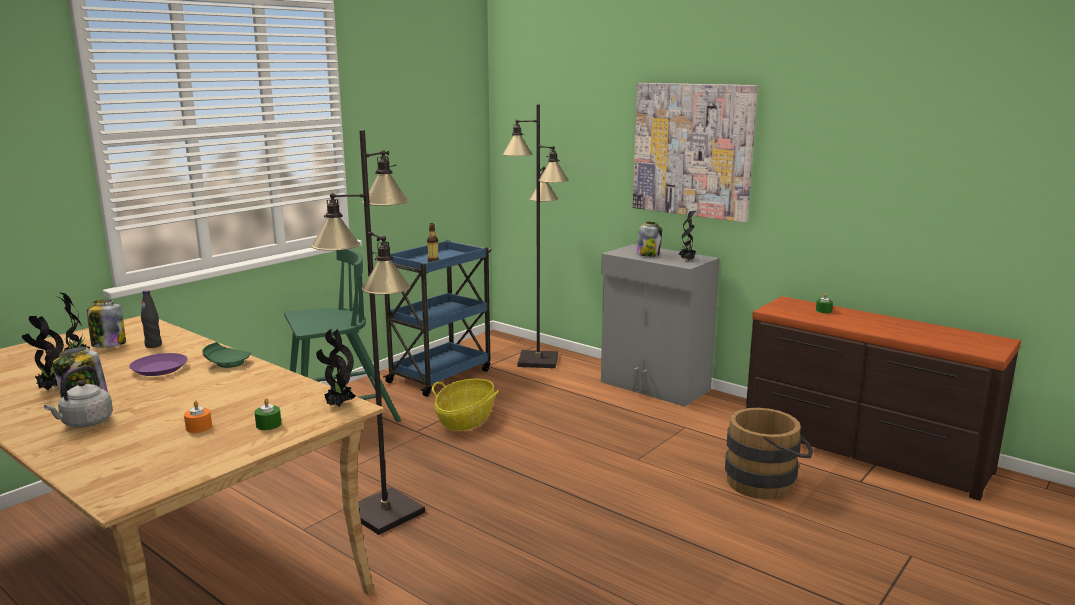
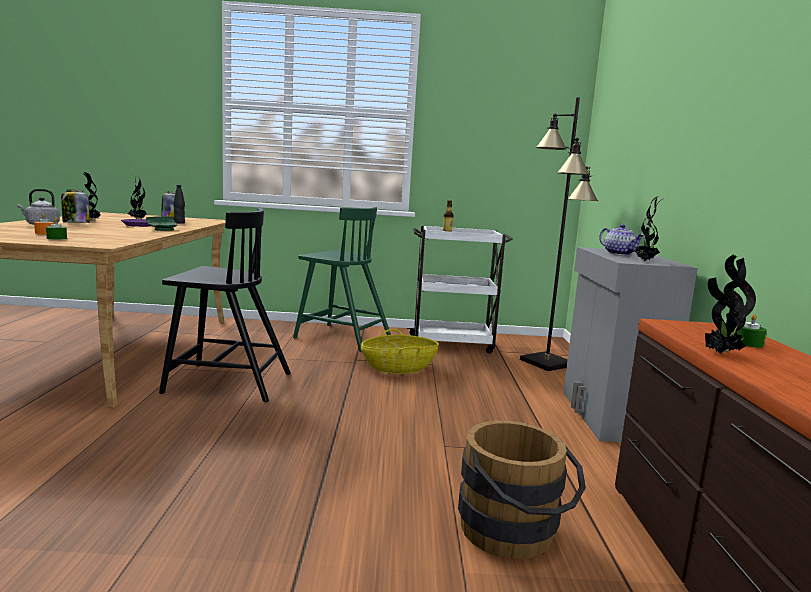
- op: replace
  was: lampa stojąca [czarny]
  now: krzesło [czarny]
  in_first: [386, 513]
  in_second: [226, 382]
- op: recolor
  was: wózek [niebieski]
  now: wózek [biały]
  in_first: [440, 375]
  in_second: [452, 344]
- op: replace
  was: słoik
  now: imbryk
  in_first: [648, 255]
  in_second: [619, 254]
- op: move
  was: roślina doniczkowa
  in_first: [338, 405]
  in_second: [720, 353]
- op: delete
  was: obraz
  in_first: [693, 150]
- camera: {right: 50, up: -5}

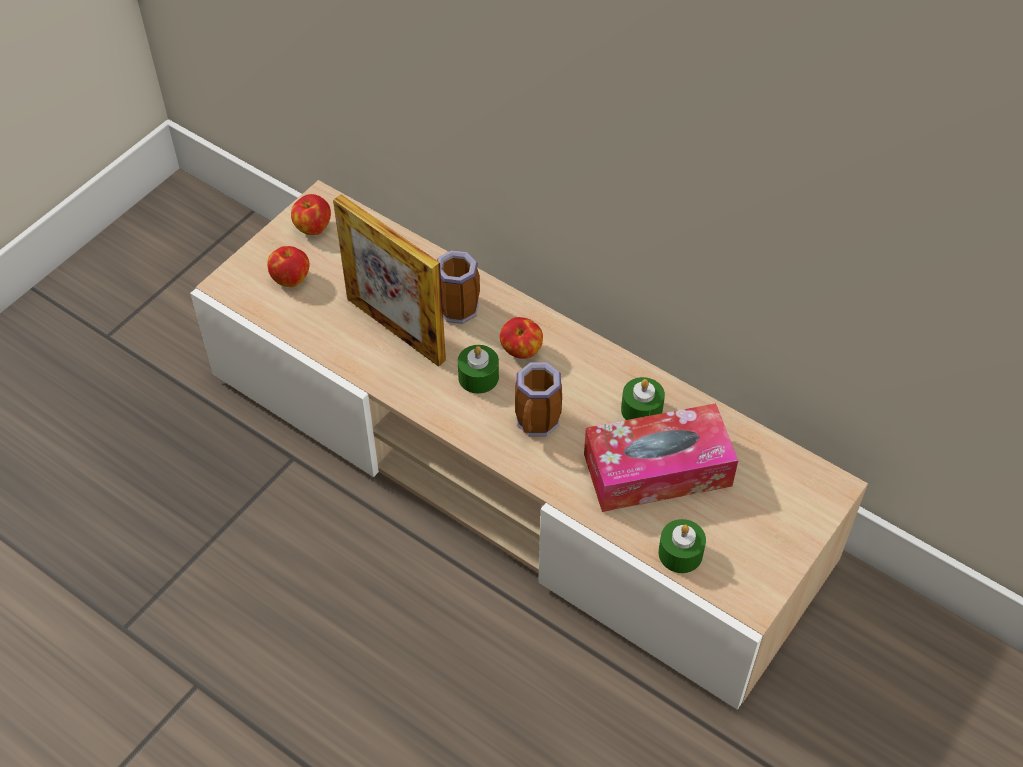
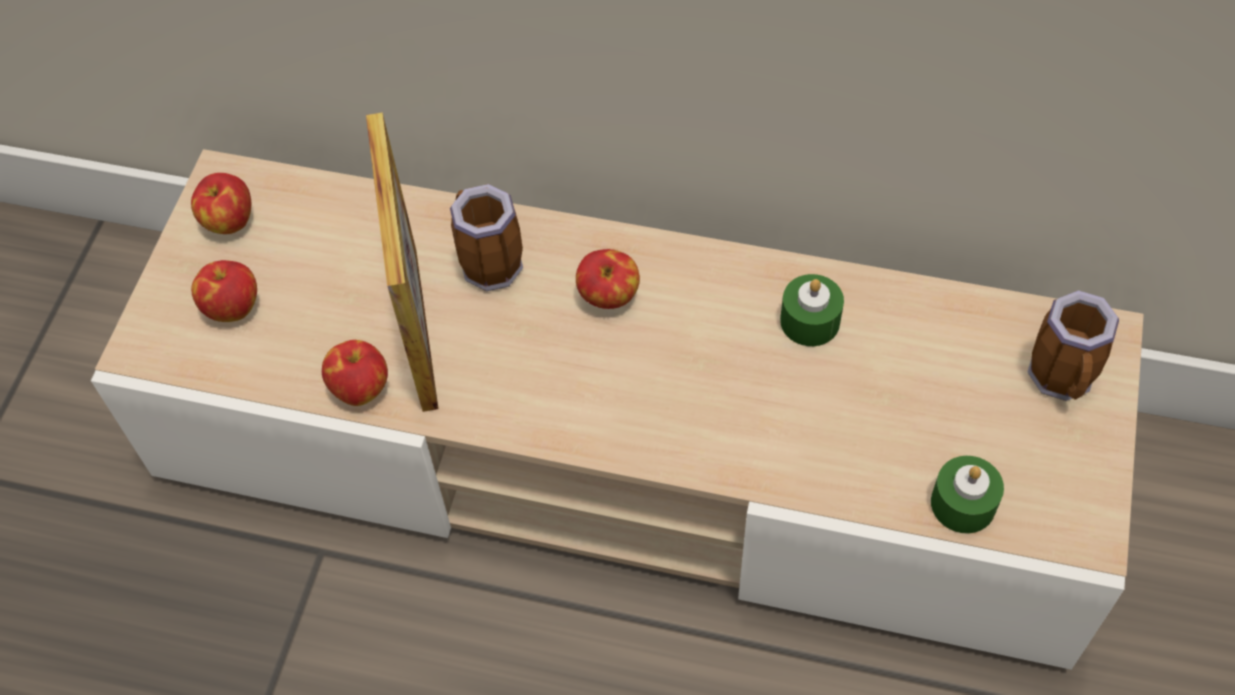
- op: insert
  now: jabłko
  in_second: [360, 388]
- op: rotate
  was: ramka na zdjęcie
  in_first: [395, 329]
  in_second: [419, 328]
  clockwise: -120
- op: move
  was: kubek
  in_first: [537, 424]
  in_second: [1064, 380]
- op: delete
  was: świeca [zielony]
  in_first: [478, 377]
- op: delete
  was: pudełko chusteczek
  in_first: [657, 470]
- camera: {right: -20, up: 5}

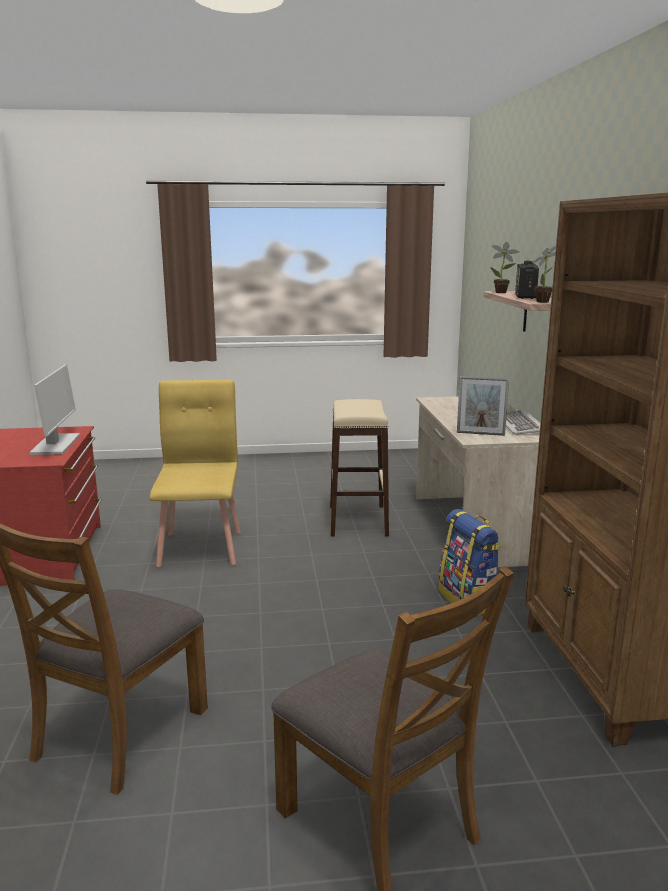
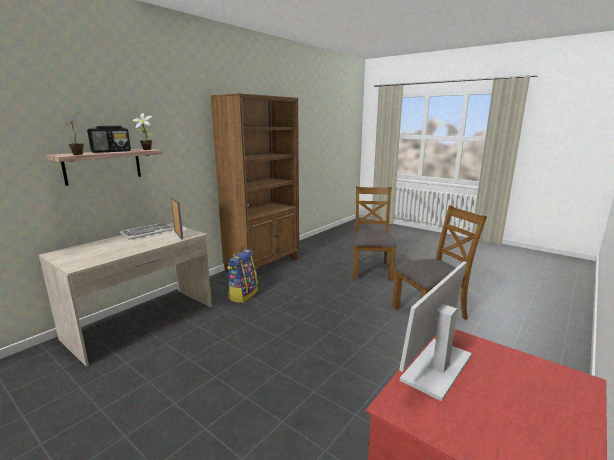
- op: delete
  was: krzesło [żółty]
  in_first: [201, 547]
- op: delete
  was: stołek [beżowy]
  in_first: [357, 520]
- camera: {right: -135, up: 0}

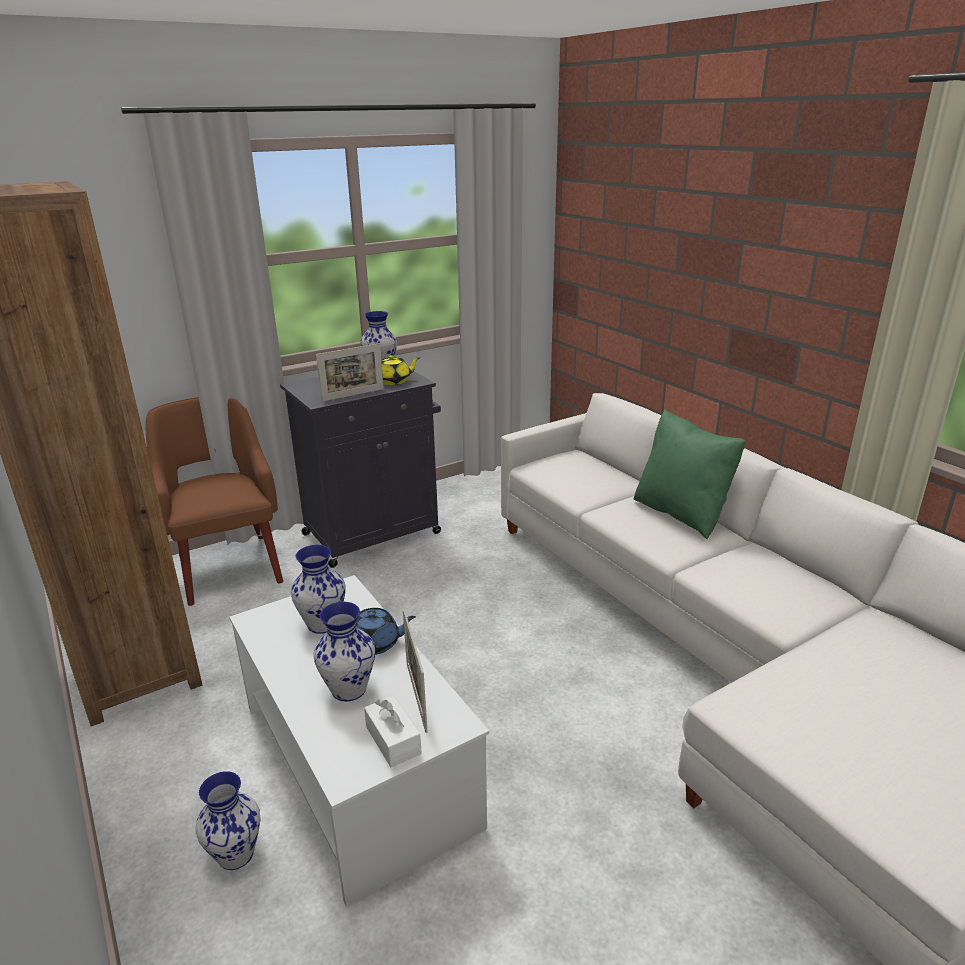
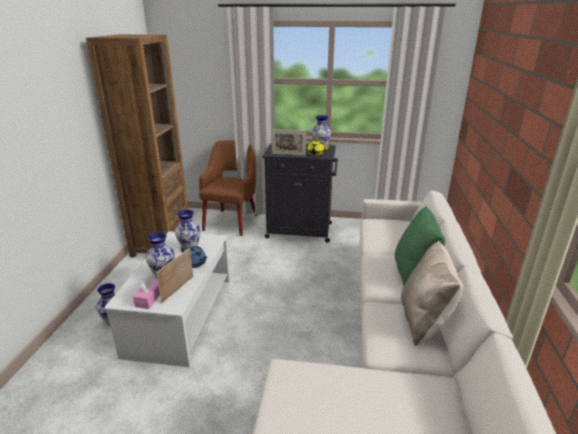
- op: recolor
  was: pudełko chusteczek [biały]
  now: pudełko chusteczek [różowy]
  in_first: [393, 740]
  in_second: [149, 299]
- op: insert
  now: poduszka [beżowy]
  in_second: [424, 320]
- camera: {right: 40, up: 0}

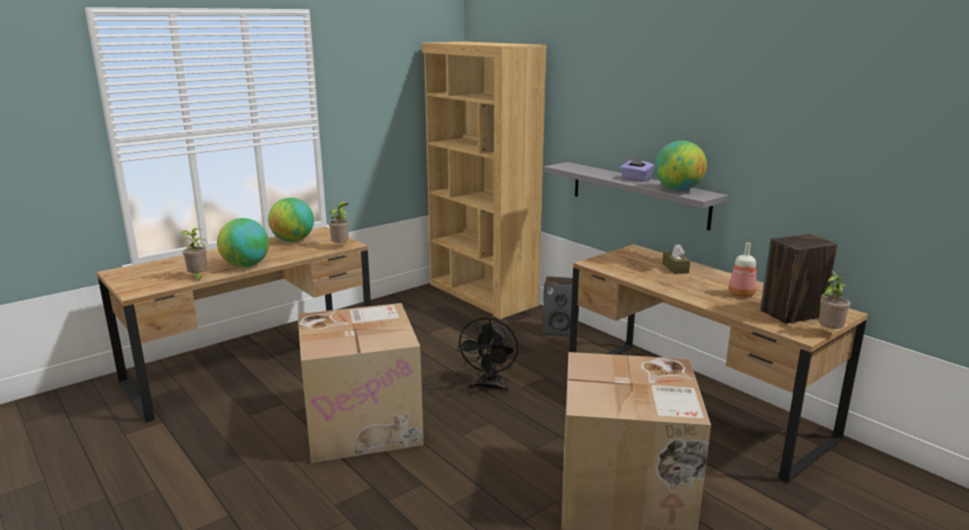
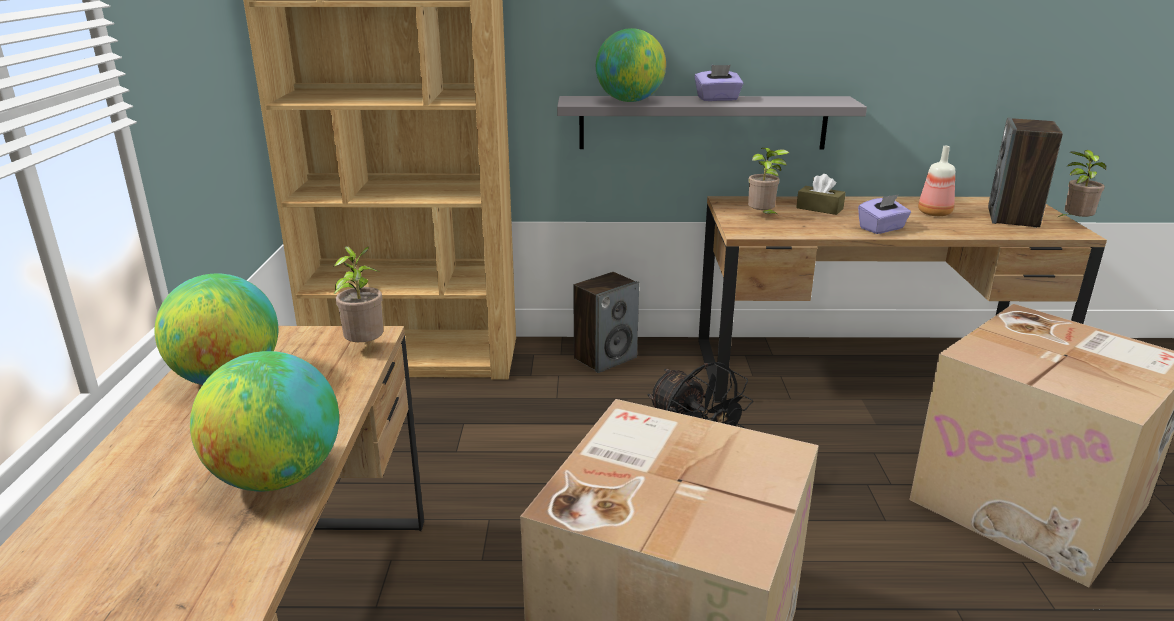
- op: move
  was: globus
  in_first: [678, 190]
  in_second: [630, 101]
- op: move
  was: roślina doniczkowa
  in_first: [198, 278]
  in_second: [762, 217]
- op: insert
  now: pudełko chusteczek [fioletowy]
  in_second: [882, 229]
- camera: {right: -50, up: 5}

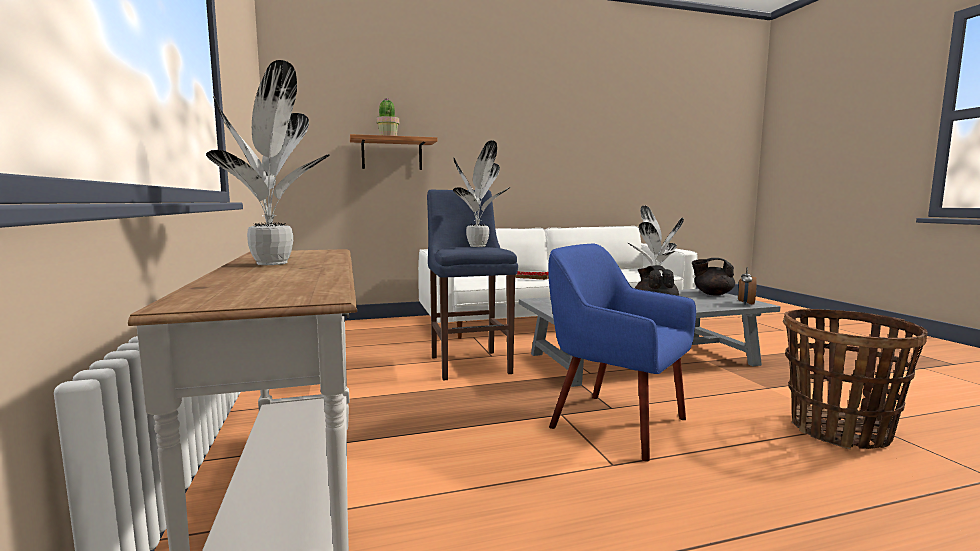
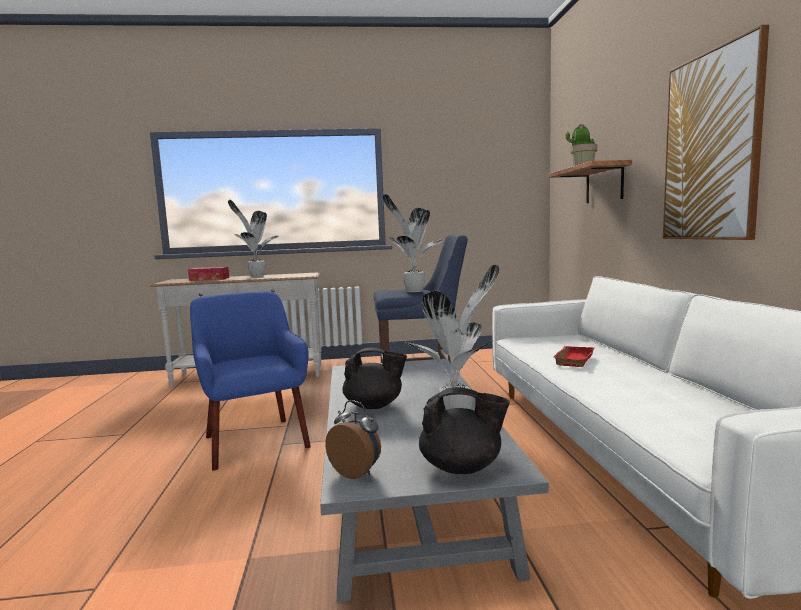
- op: insert
  now: pudełko chusteczek
  in_second: [209, 279]
- op: rotate
  was: fotel [niebieski]
  in_first: [616, 423]
  in_second: [254, 441]
  clockwise: -75
- op: rotate
  was: imbryk [czarny]
  in_first: [712, 294]
  in_second: [462, 467]
  clockwise: 75
- op: insert
  now: obraz
  in_second: [711, 147]
- op: delete
  was: koszyk
  in_first: [839, 430]
- camera: {right: 100, up: 0}

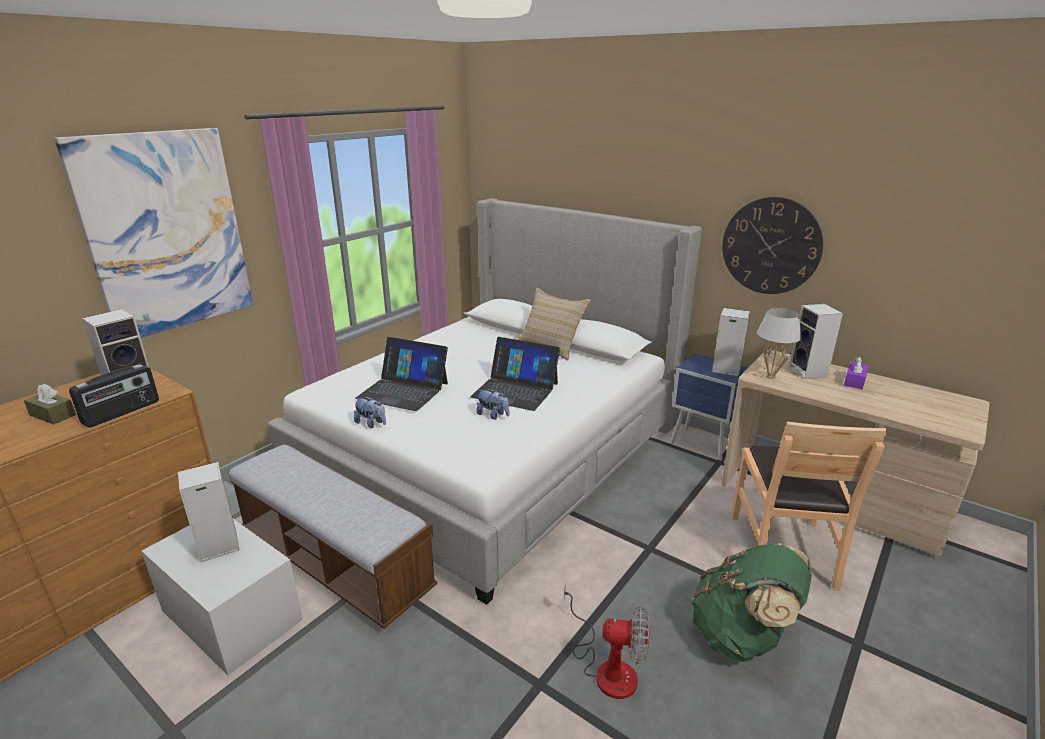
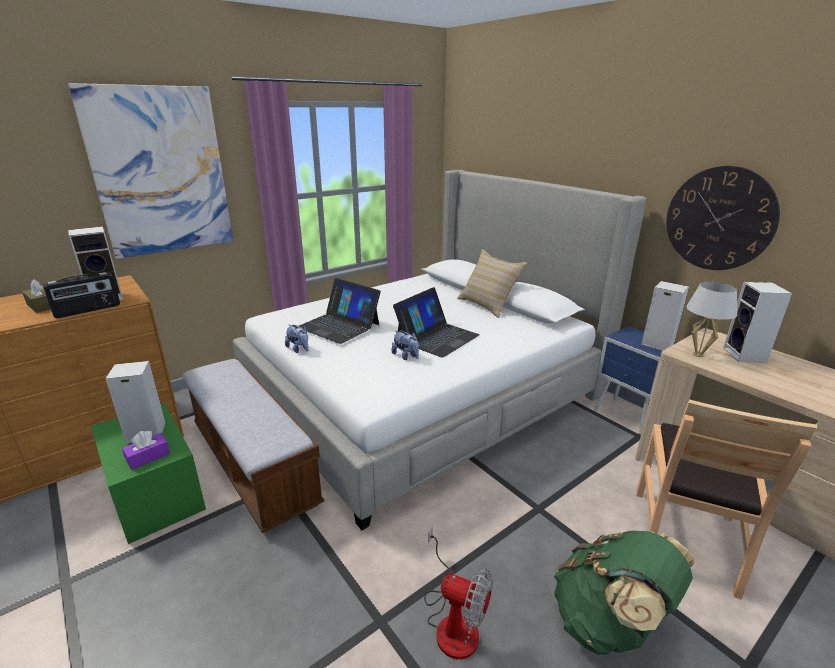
- op: recolor
  was: pojemnik do przechowywania [biały]
  now: pojemnik do przechowywania [zielony]
  in_first: [231, 615]
  in_second: [155, 493]
- op: move
  was: pudełko chusteczek [fioletowy]
  in_first: [854, 381]
  in_second: [148, 457]
- op: rotate
  was: laptop
  in_first: [515, 390]
  in_second: [437, 337]
  clockwise: -90
- camera: {right: 15, up: 0}

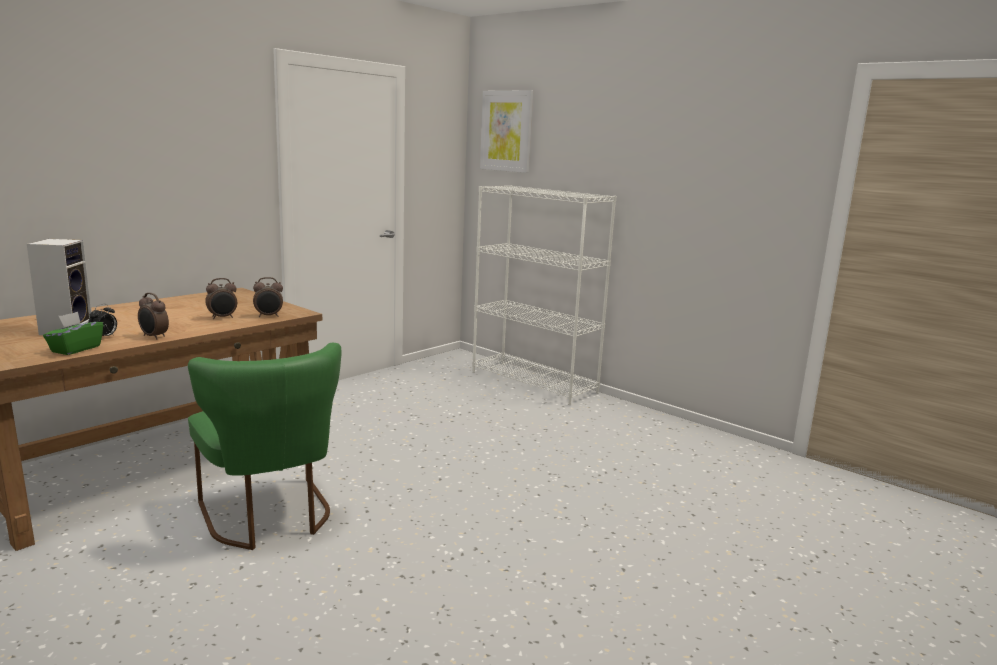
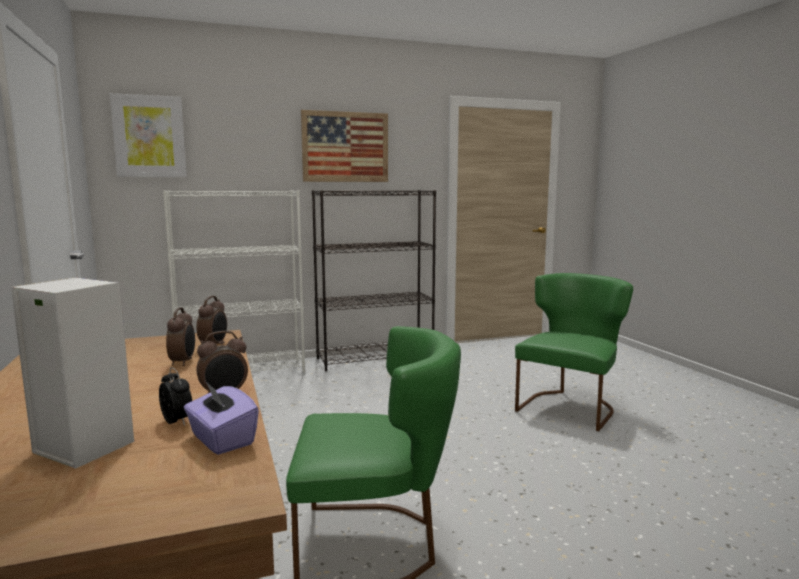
- op: recolor
  was: pudełko chusteczek [zielony]
  now: pudełko chusteczek [fioletowy]
  in_first: [75, 349]
  in_second: [221, 440]
- op: insert
  now: obraz
  in_second: [345, 147]
- op: insert
  now: regał [czarny]
  in_second: [375, 359]
- op: insert
  now: krzesło [zielony]
  in_second: [570, 406]
- camera: {right: -60, up: -5}

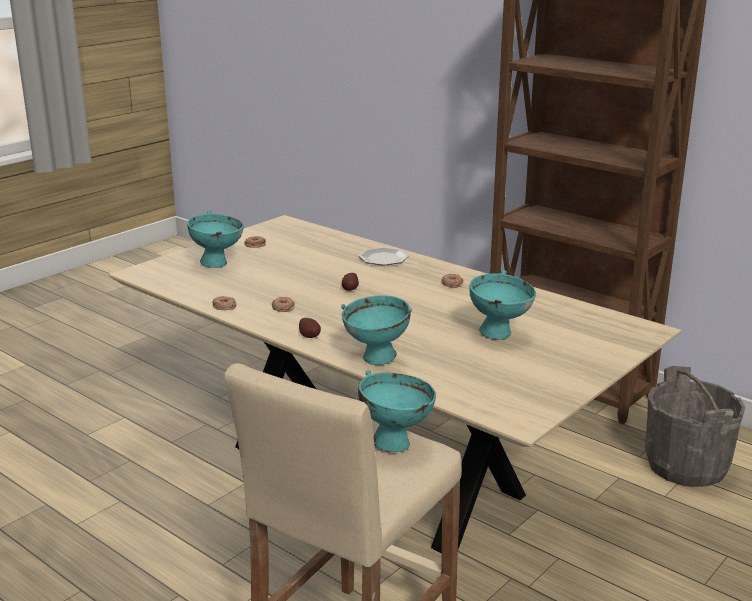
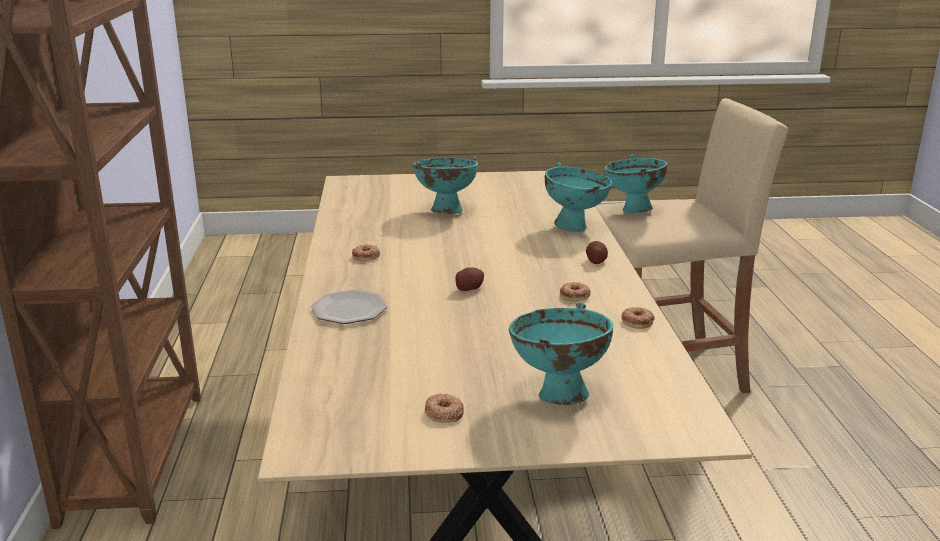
- op: delete
  was: wiadro [szary]
  in_first: [686, 465]
- camera: {right: -135, up: 0}

